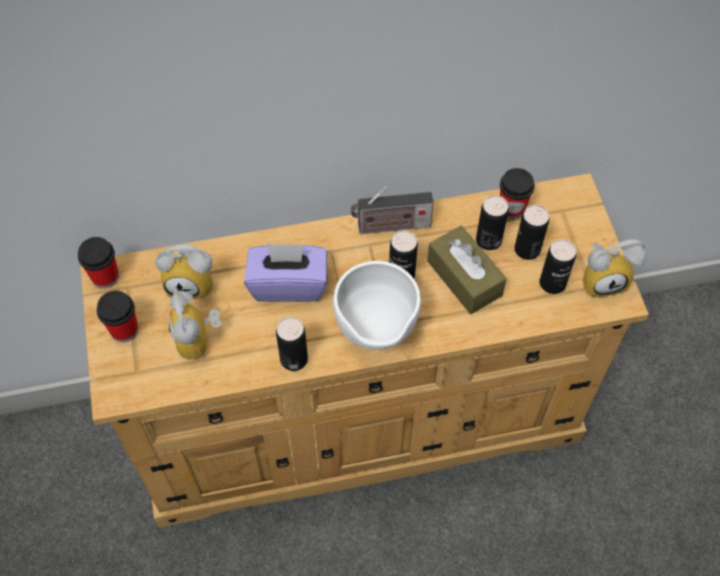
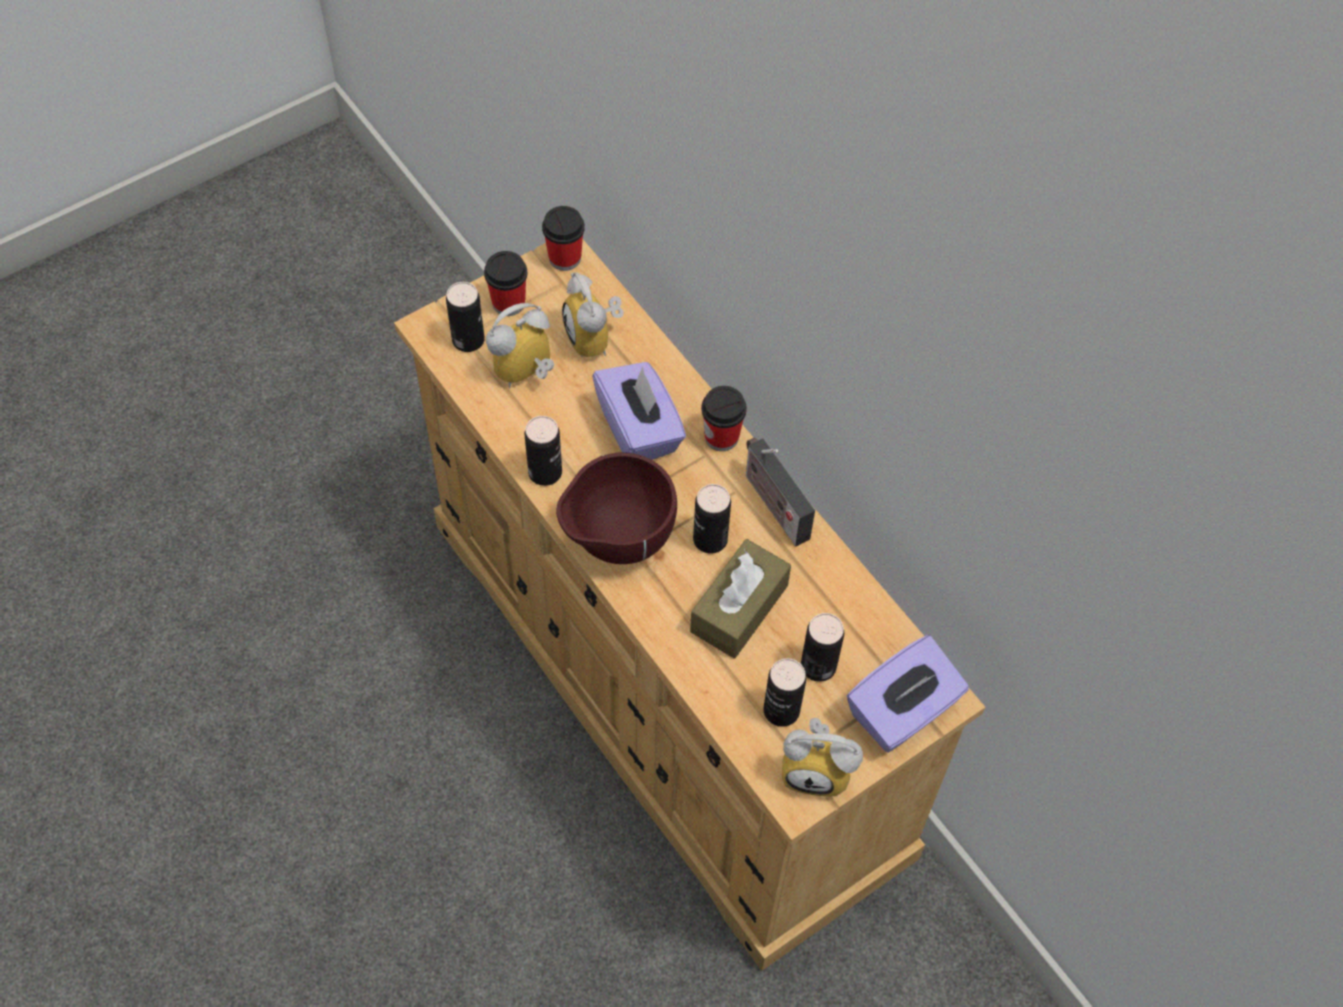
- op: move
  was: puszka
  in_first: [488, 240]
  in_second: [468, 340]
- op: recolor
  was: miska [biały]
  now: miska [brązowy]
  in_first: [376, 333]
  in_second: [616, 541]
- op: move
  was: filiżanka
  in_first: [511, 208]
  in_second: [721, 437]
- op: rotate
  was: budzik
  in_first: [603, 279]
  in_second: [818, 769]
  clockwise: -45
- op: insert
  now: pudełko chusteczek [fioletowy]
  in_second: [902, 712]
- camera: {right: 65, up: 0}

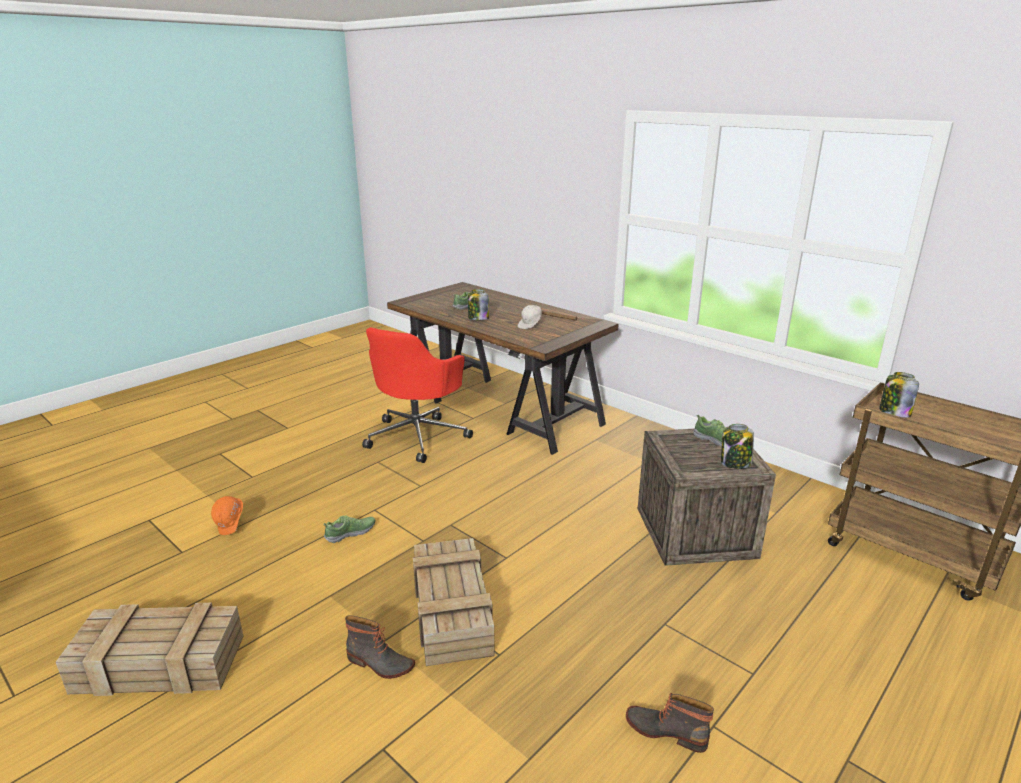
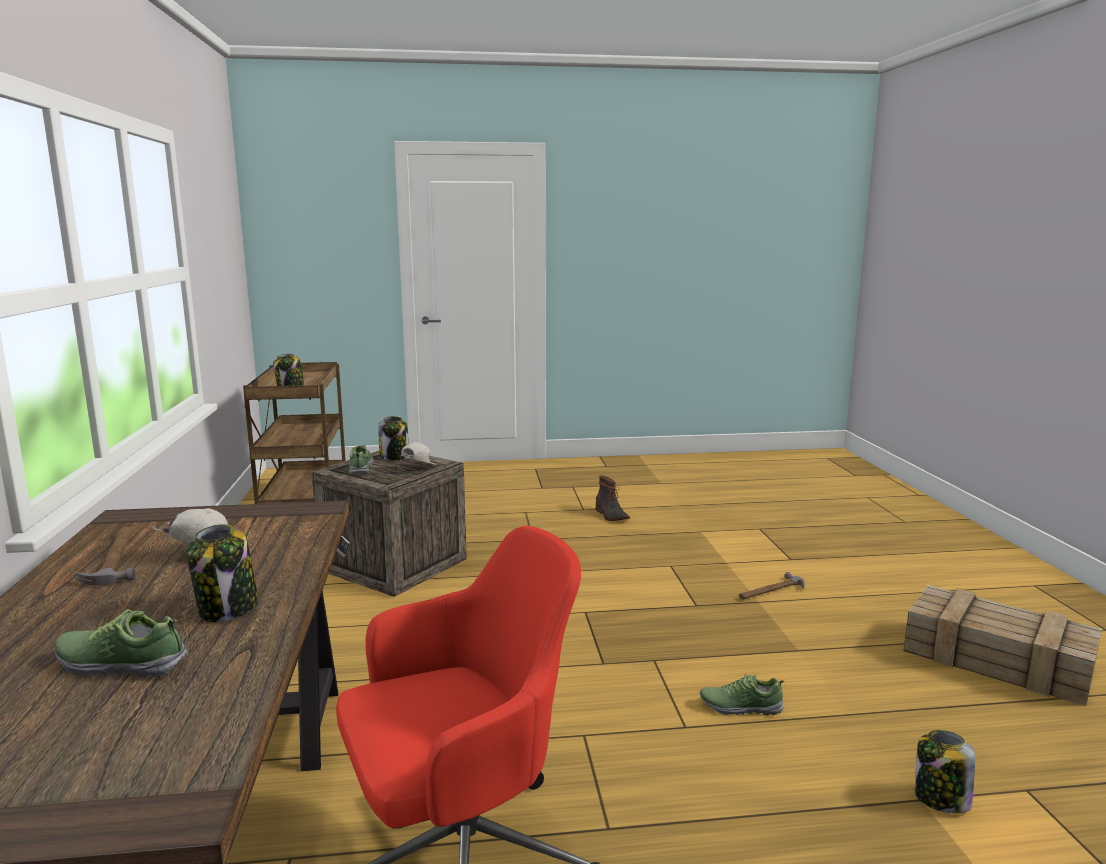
- op: insert
  now: czapka z daszkiem [biały]
  in_second: [417, 468]
- op: replace
  was: but z cholewką
  now: młotek
  in_first: [379, 664]
  in_second: [771, 591]
- op: replace
  was: kask [pomarańczowy]
  now: słoik
  in_first: [231, 528]
  in_second: [940, 799]
- op: delete
  was: skrzynka
  in_first: [453, 613]
- camera: {right: -140, up: -10}

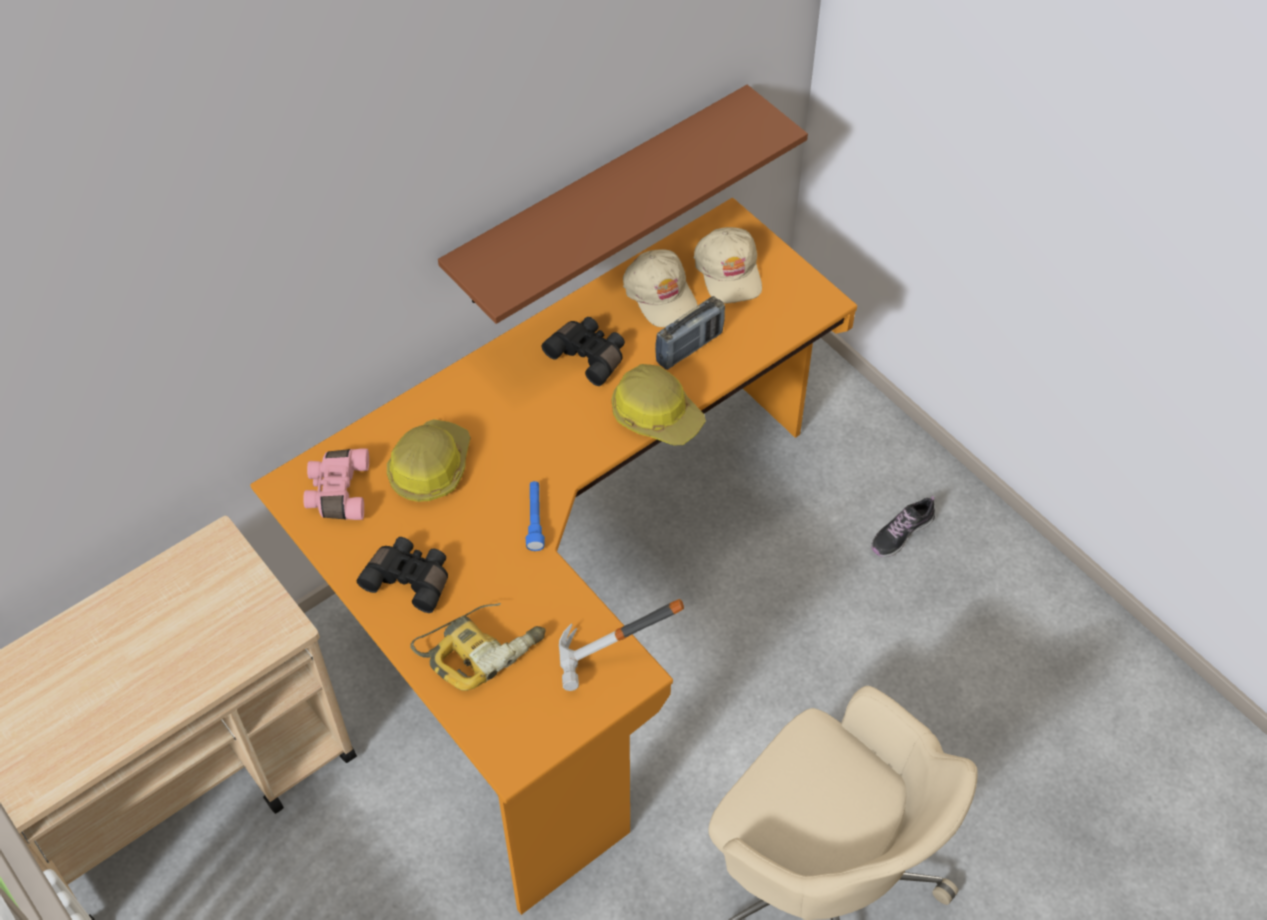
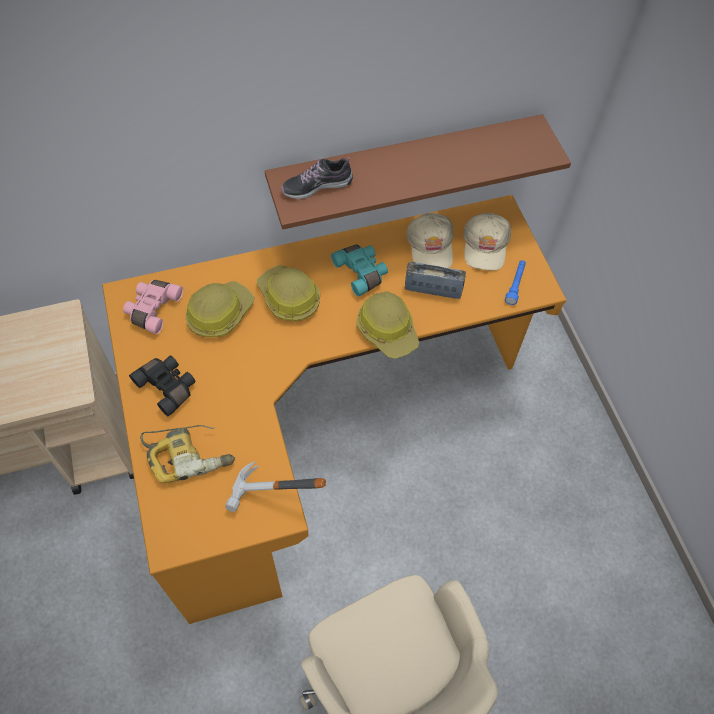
- op: insert
  now: kask
  in_second: [288, 298]
- op: move
  was: but
  in_first: [901, 533]
  in_second: [317, 186]
- op: recolor
  was: lornetka [czarny]
  now: lornetka [turkusowy]
  in_first: [589, 355]
  in_second: [362, 272]
- op: rotate
  was: radio
  in_first: [689, 347]
  in_second: [433, 290]
  clockwise: -150
- op: move
  was: latarka [niebieski]
  in_first: [535, 519]
  in_second: [515, 285]
- camera: {right: 20, up: 5}

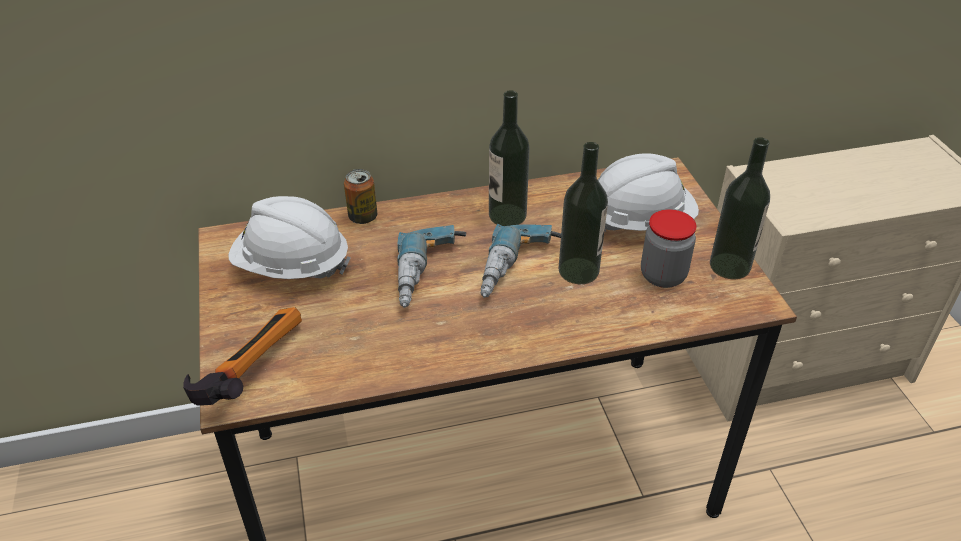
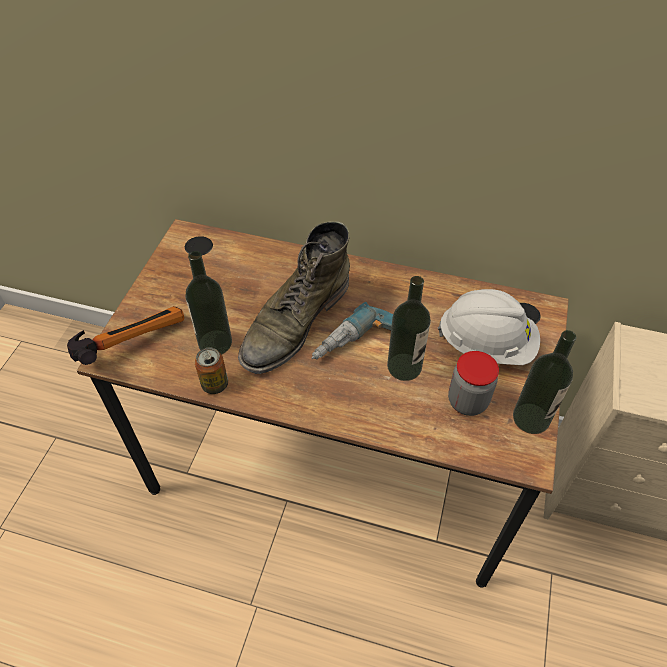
- op: move
  was: butelka
  in_first: [507, 215]
  in_second: [215, 343]
- op: move
  was: puszka
  in_first: [363, 217]
  in_second: [215, 384]
- op: replace
  was: wiertarka
  now: but z cholewką [zielony]
  in_first: [431, 275]
  in_second: [295, 322]
- op: delete
  was: kask [biały]
  in_first: [292, 267]
- camera: {right: 30, up: 10}

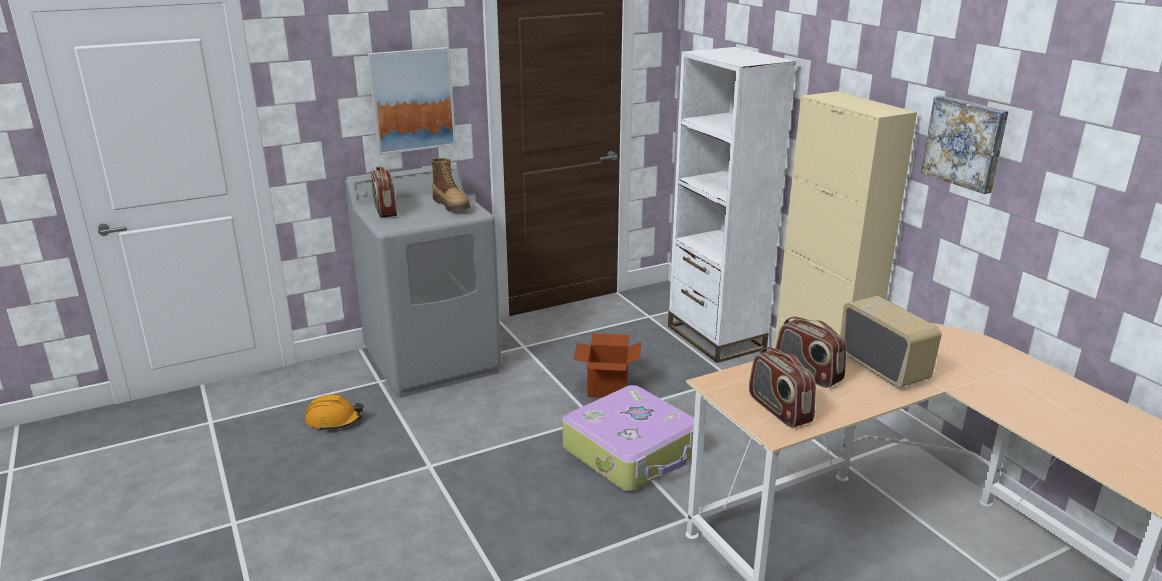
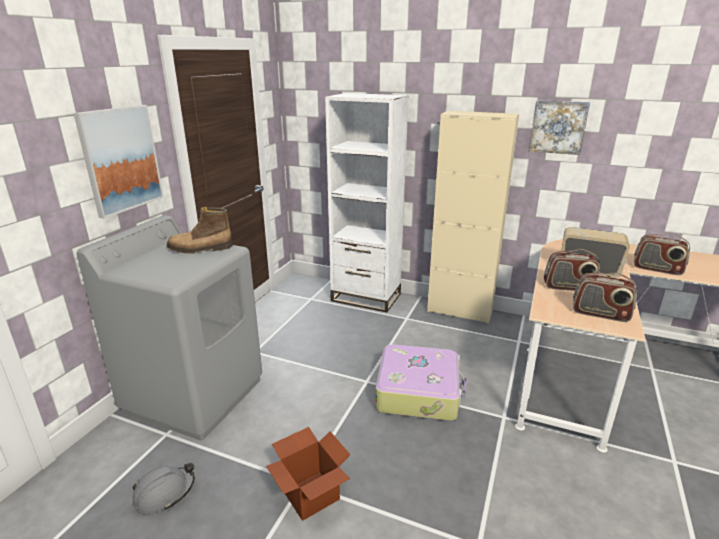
- op: recolor
  was: kask [pomarańczowy]
  now: kask [szary]
  in_first: [334, 420]
  in_second: [164, 493]
- op: rotate
  was: but z cholewką
  in_first: [452, 205]
  in_second: [200, 249]
  clockwise: 150
- op: move
  was: karton
  in_first: [608, 388]
  in_second: [311, 495]
- op: move
  was: radio
  in_first: [385, 210]
  in_second: [657, 269]
- camera: {right: -40, up: 0}

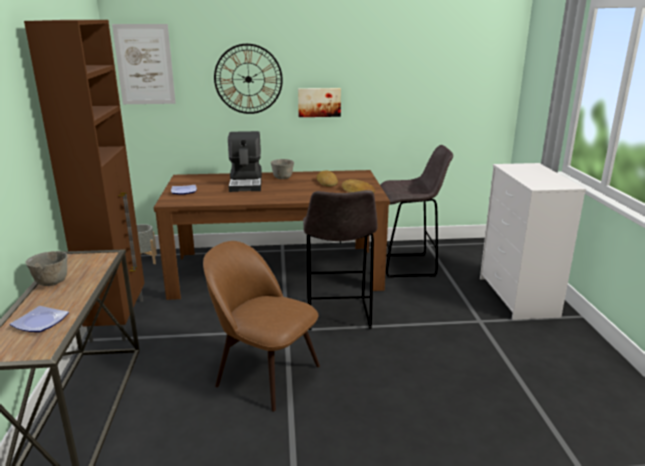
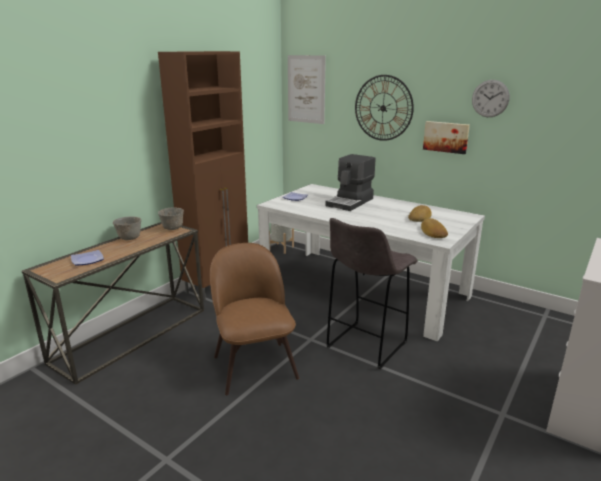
- op: move
  was: miska [szary]
  in_first: [283, 178]
  in_second: [173, 228]
- op: recolor
  was: stół jadalny [brązowy]
  now: stół jadalny [biały]
  in_first: [276, 271]
  in_second: [362, 289]
- op: insert
  now: zegar ścienny
  in_second: [490, 98]
- op: delete
  was: stołek [szary]
  in_first: [408, 266]
- camera: {right: 40, up: 0}

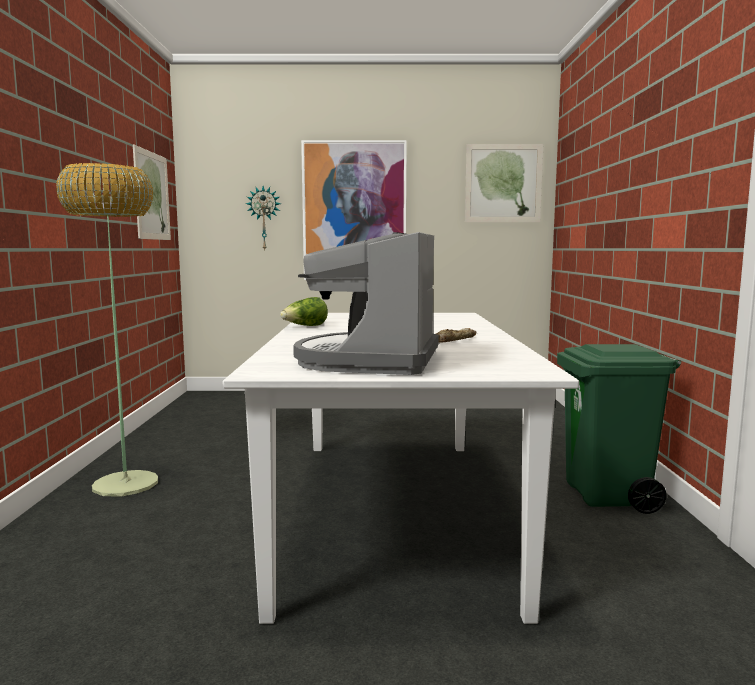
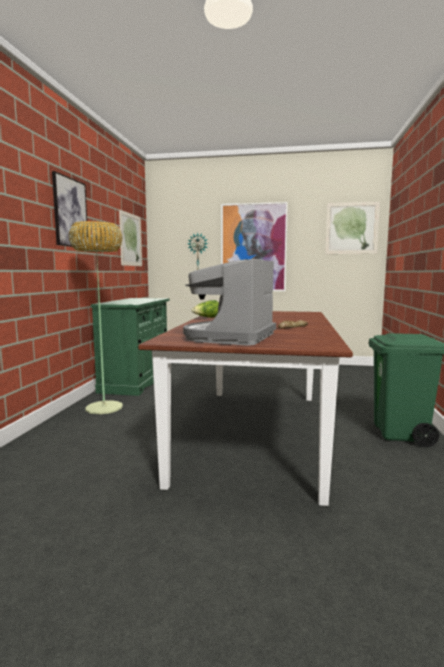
- op: insert
  now: obraz
  in_second: [70, 213]
- op: insert
  now: szafka [zielony]
  in_second: [136, 381]
- op: recolor
  was: stół jadalny [biały]
  now: stół jadalny [brązowy]
  in_first: [393, 510]
  in_second: [256, 433]
- camera: {right: 10, up: 0}

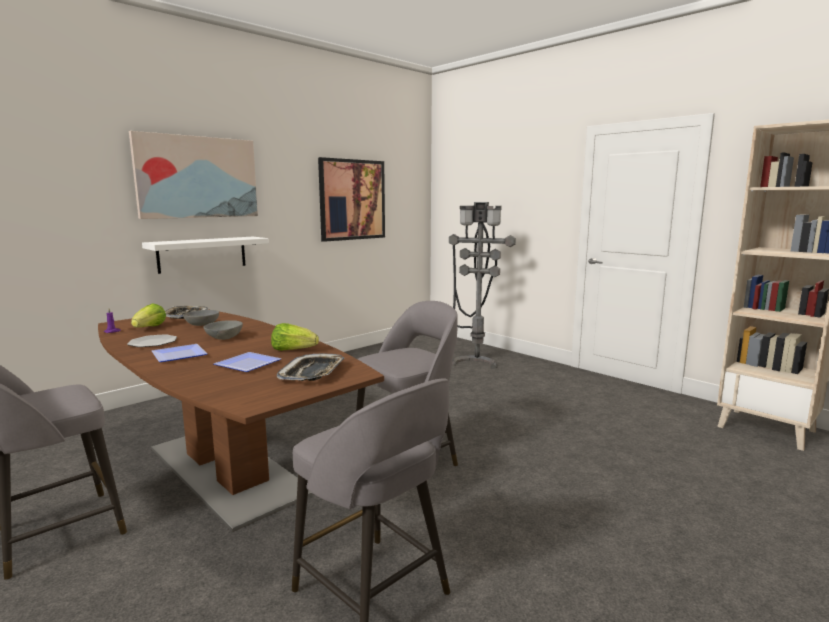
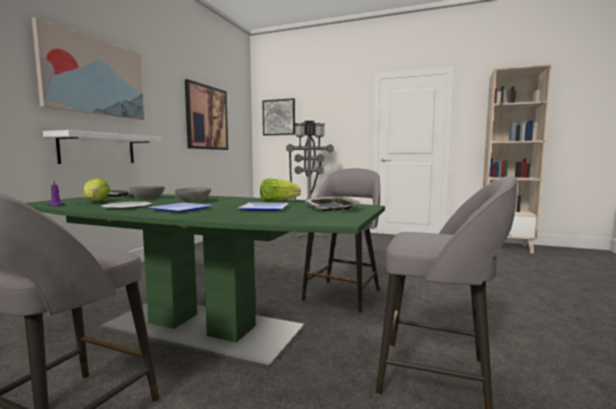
- op: recolor
  was: stół jadalny [brązowy]
  now: stół jadalny [zielony]
  in_first: [226, 469]
  in_second: [202, 327]
- op: insert
  now: obraz
  in_second: [279, 117]
- camera: {right: -25, up: -5}

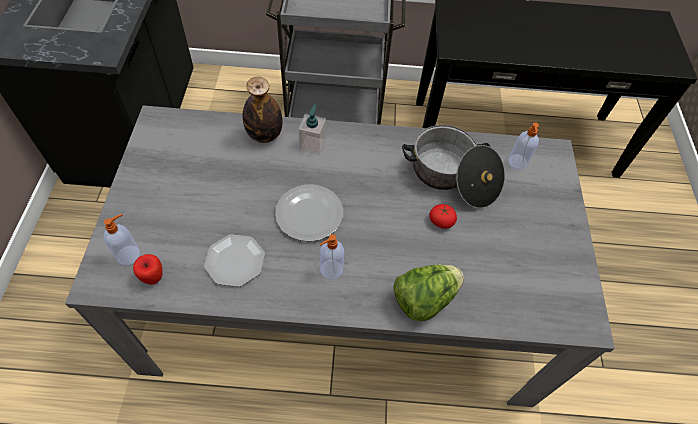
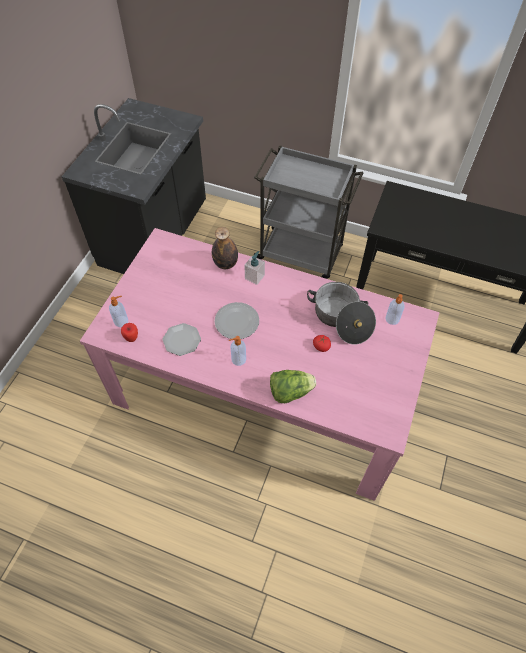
- op: recolor
  was: stół jadalny [szary]
  now: stół jadalny [różowy]
  in_first: [342, 299]
  in_second: [262, 391]
- camera: {right: 20, up: 0}

